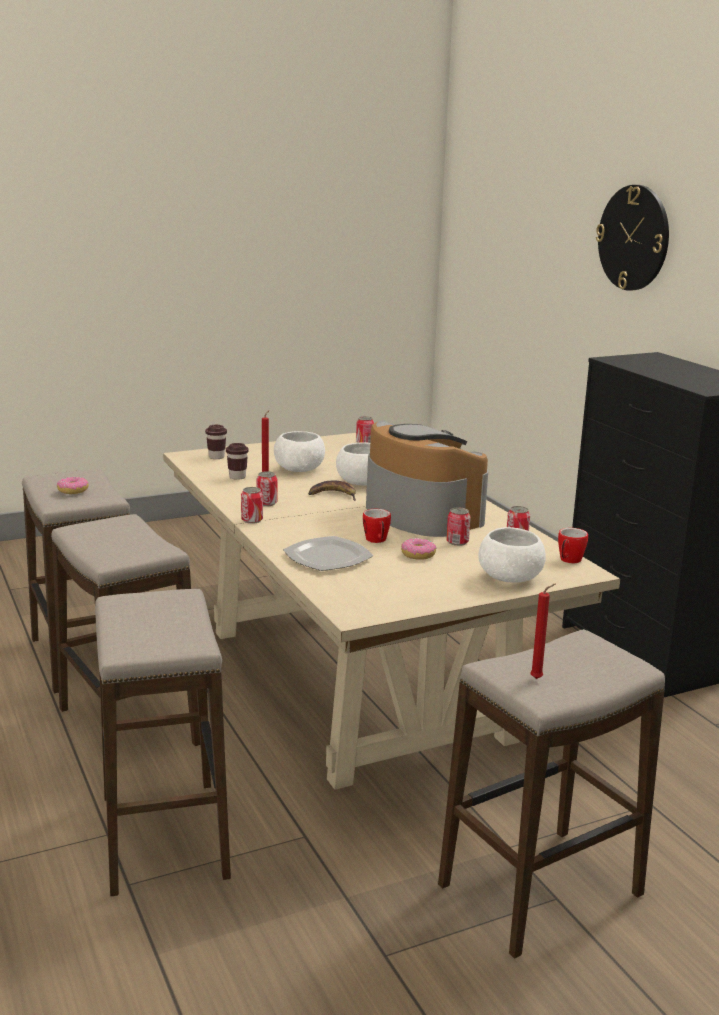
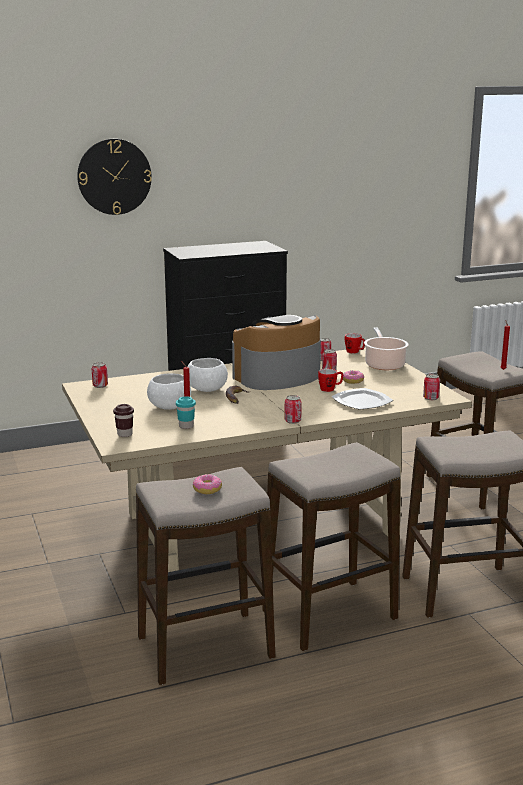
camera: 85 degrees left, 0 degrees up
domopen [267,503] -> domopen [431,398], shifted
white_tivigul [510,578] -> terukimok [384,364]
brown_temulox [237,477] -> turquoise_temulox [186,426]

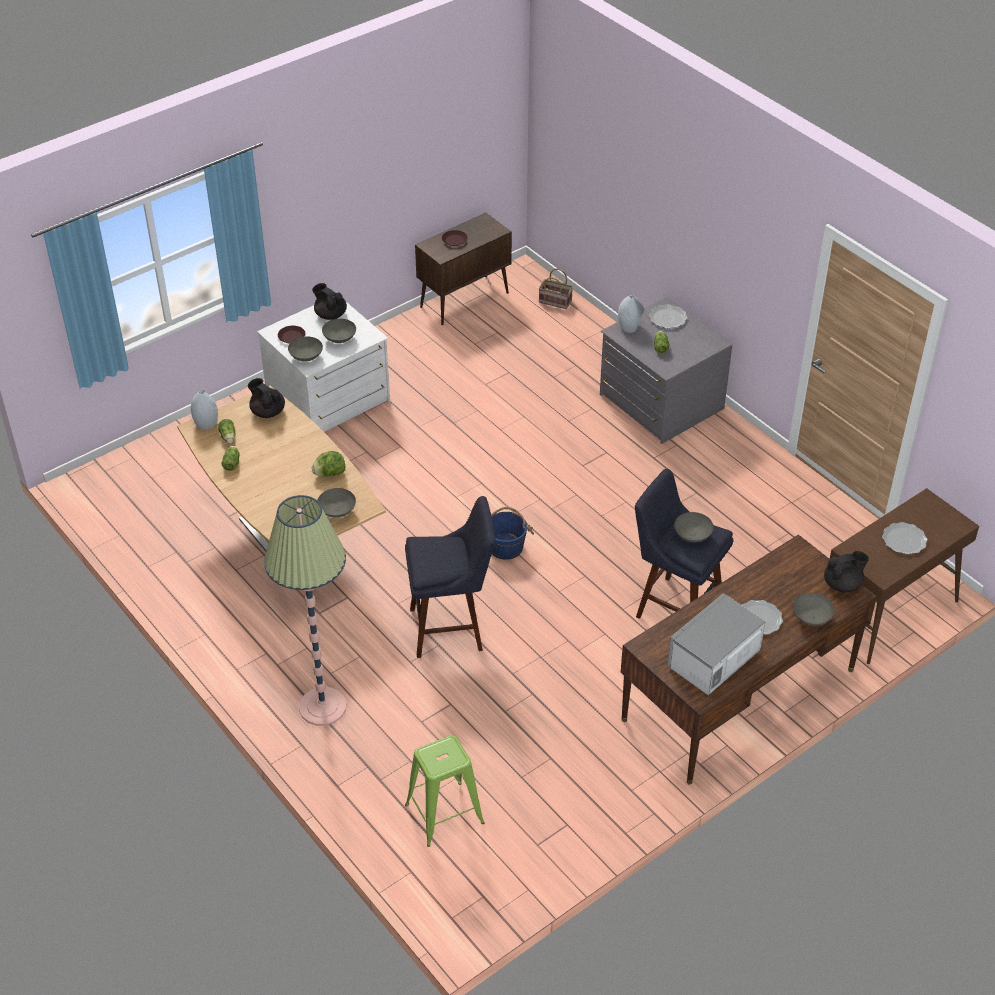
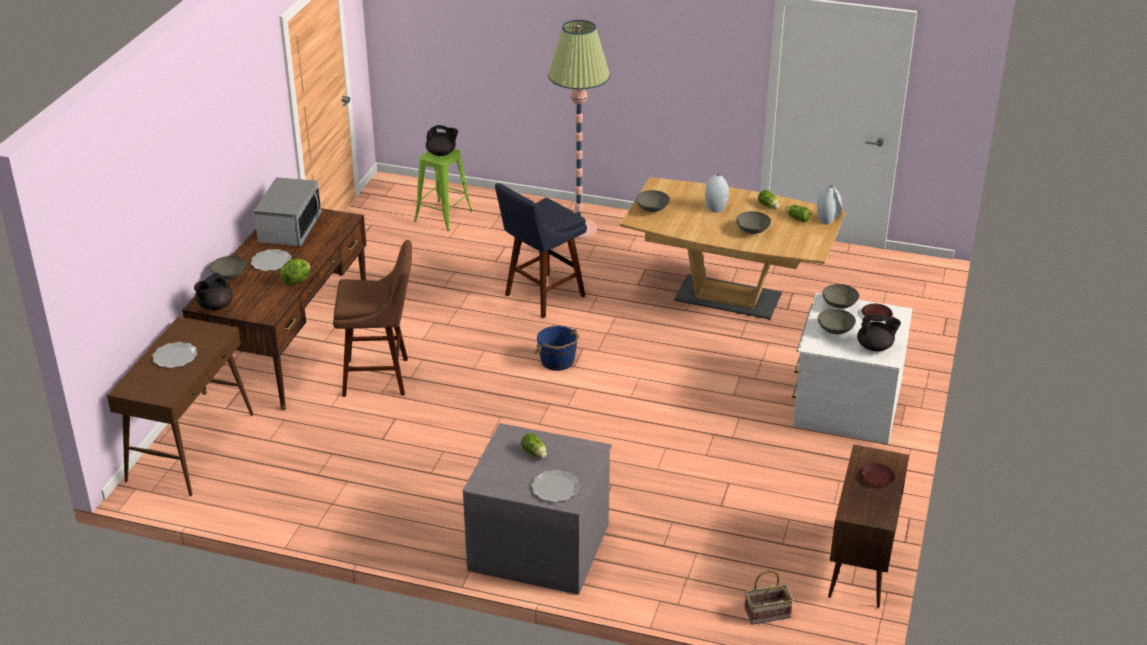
camera: 145 degrees right, 10 degrees down
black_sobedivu [267,411] -> black_sobedivu [441,153], shifted
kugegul [329,473] -> kugegul [297,281], shifted
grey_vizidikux [629,326] -> grey_vizidikux [715,208], shifted
grey_tivigul [693,536] -> grey_tivigul [752,231], shifted
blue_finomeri [674,607] -> brown_finomeri [381,377]

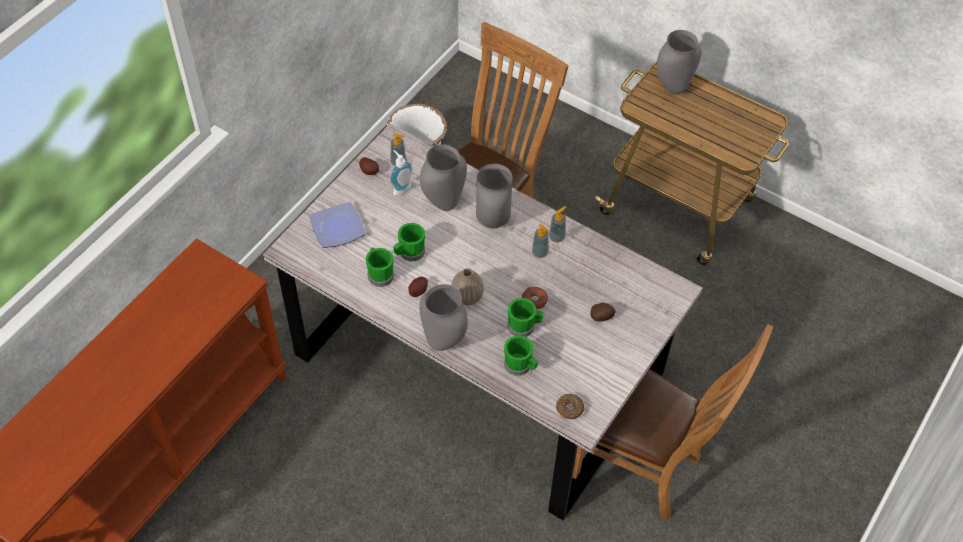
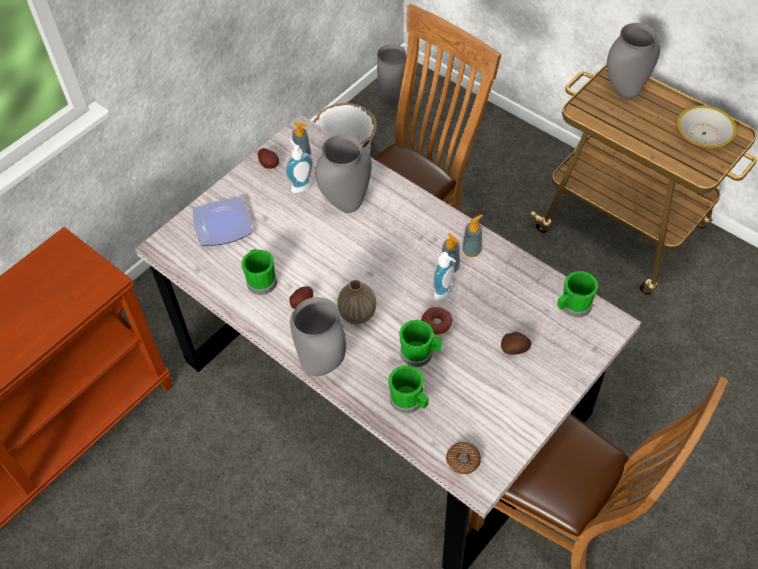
camera: 10 degrees right, 0 degrees up
none -> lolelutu [445,294]
none -> tivigul [703,134]
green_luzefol [409,253] -> green_luzefol [572,306], shifted
grey_vizidikux [494,222] -> grey_vizidikux [393,98], shifted

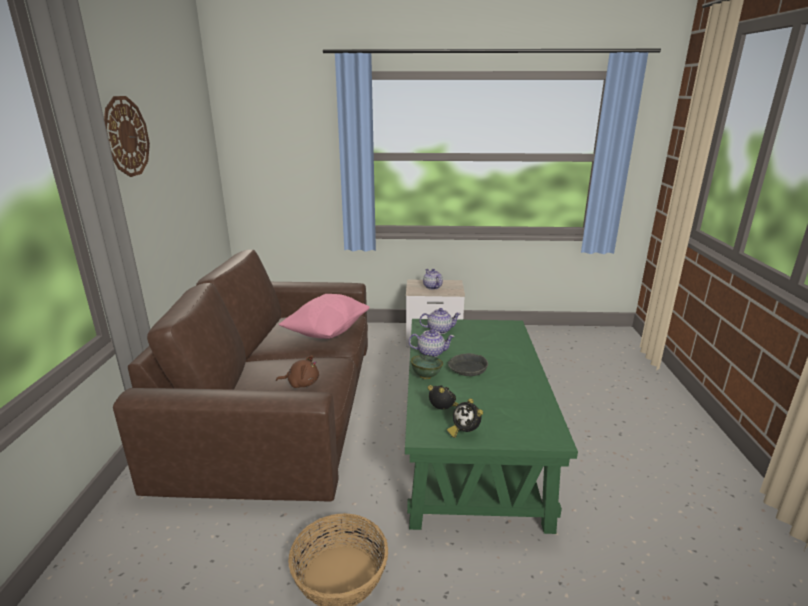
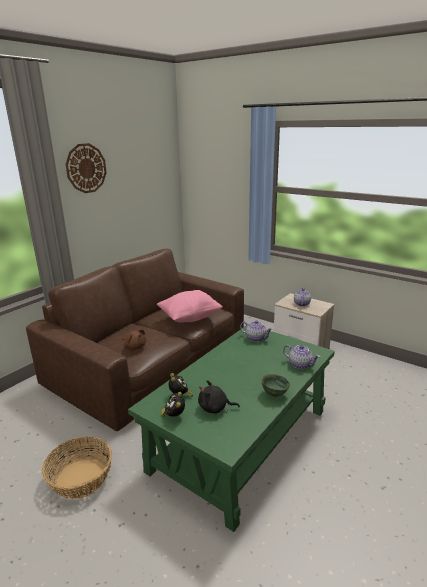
camera: 35 degrees right, 0 degrees up
grey_tivigul [467,369] -> none
none -> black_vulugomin [215,408]
sobedivu [431,353] -> sobedivu [300,365], shifted
green_tivigul [425,376] -> green_tivigul [274,394], shifted

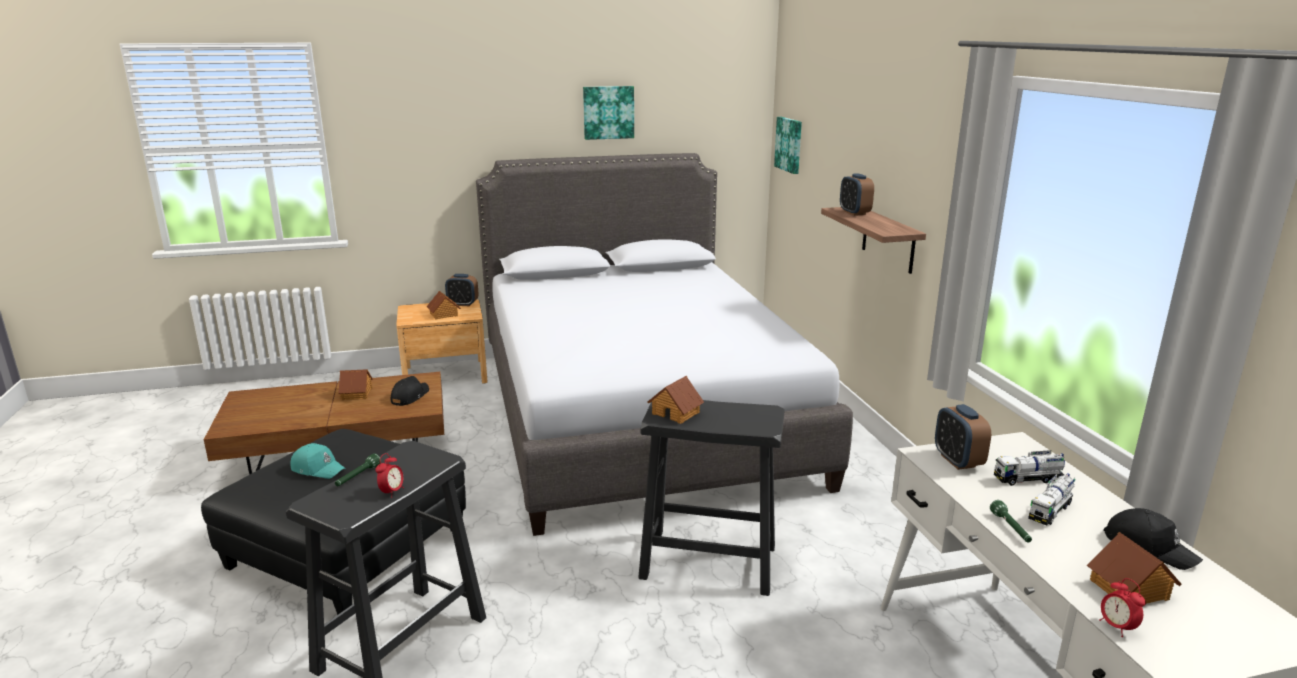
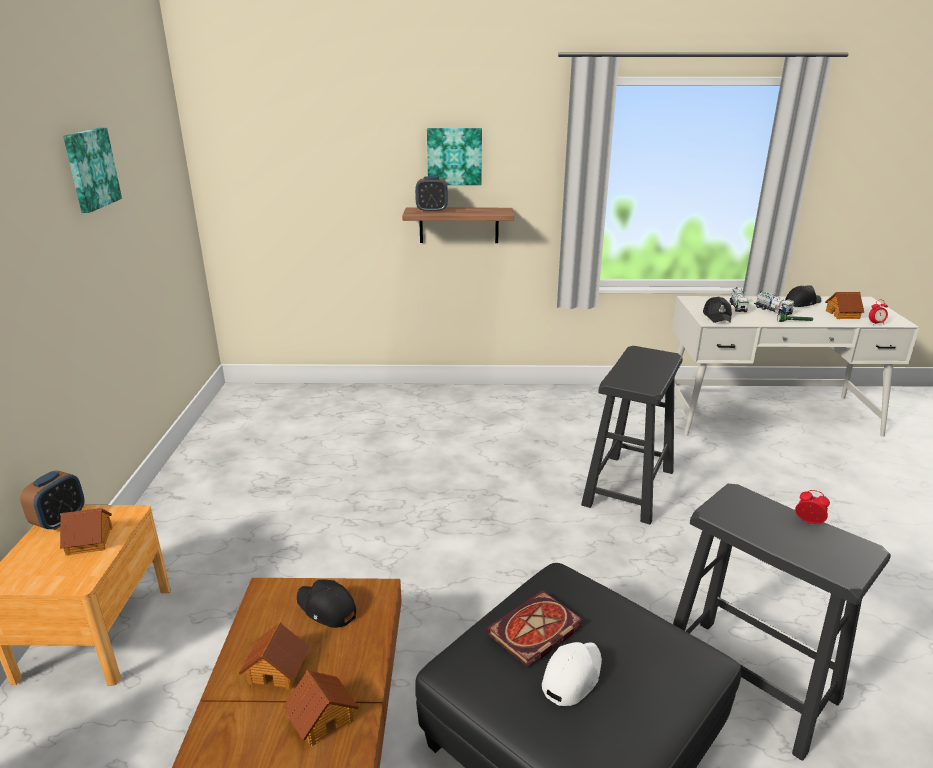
camera: 75 degrees left, 5 degrees up
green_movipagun [357,477] -> none
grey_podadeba [638,414] -> none
none -> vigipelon [534,632]
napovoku [676,412] -> napovoku [322,717], shifted
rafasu [790,144] -> rafasu [454,156], shifted
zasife [958,461] -> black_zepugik [717,316]
turquoise_zepugik [318,468] -> white_zepugik [571,676]

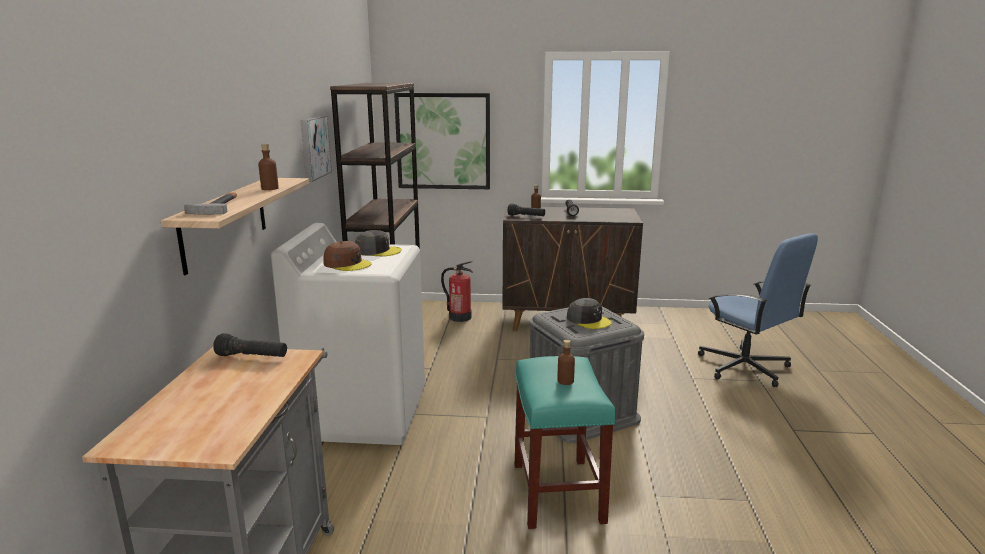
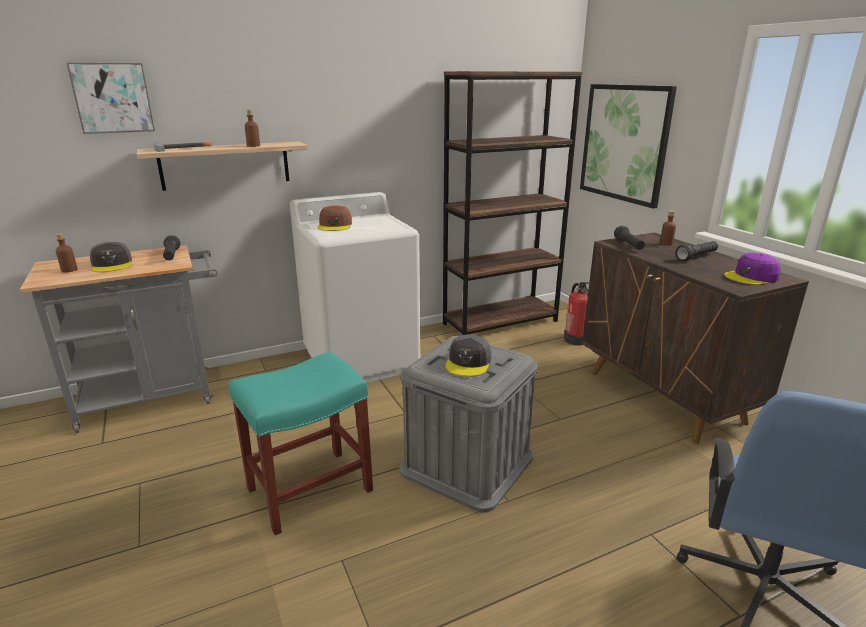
camera: 60 degrees right, 5 degrees up
none -> purple_zepugik [751,277]
rafasu [313,147] -> rafasu [112,98], shifted
grey_zepugik [377,251] -> grey_zepugik [112,264], shifted
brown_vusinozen [565,381] -> brown_vusinozen [69,270], shifted

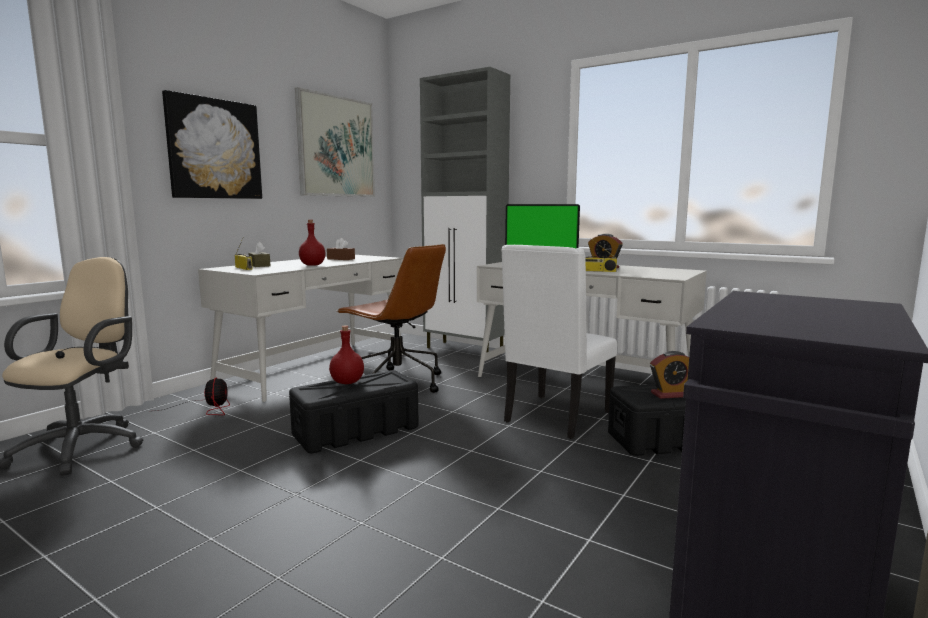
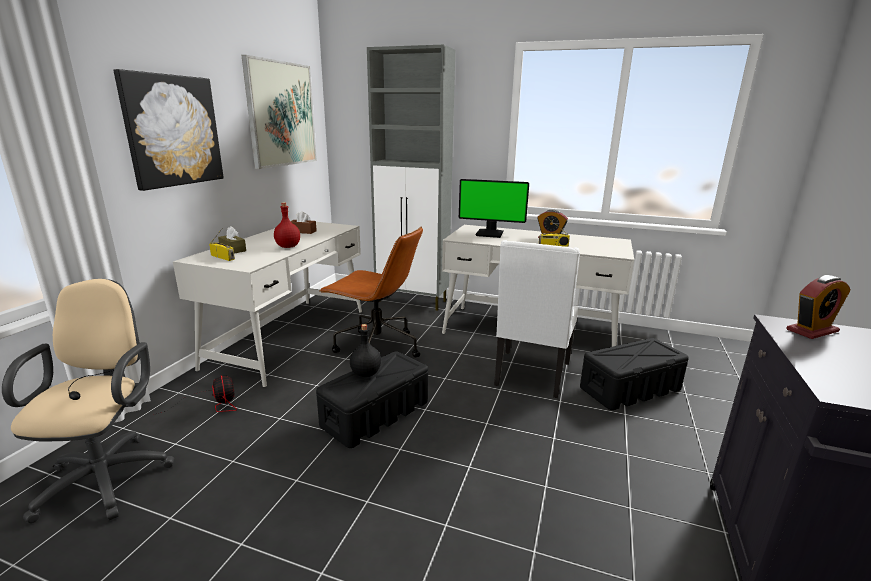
camera: 15 degrees left, 10 degrees up
zasife [671,394] -> zasife [812,330], shifted
red_vusinozen [346,382] -> black_vusinozen [365,374]

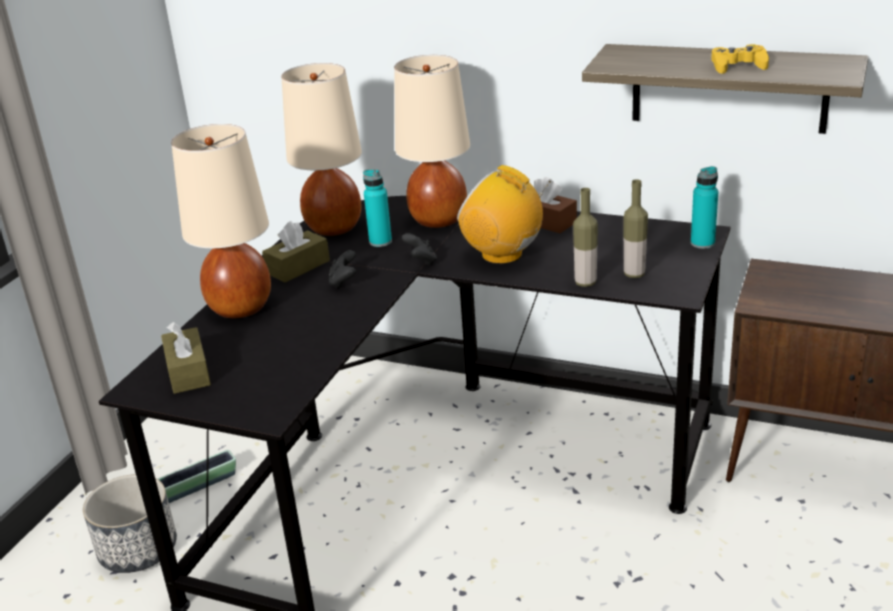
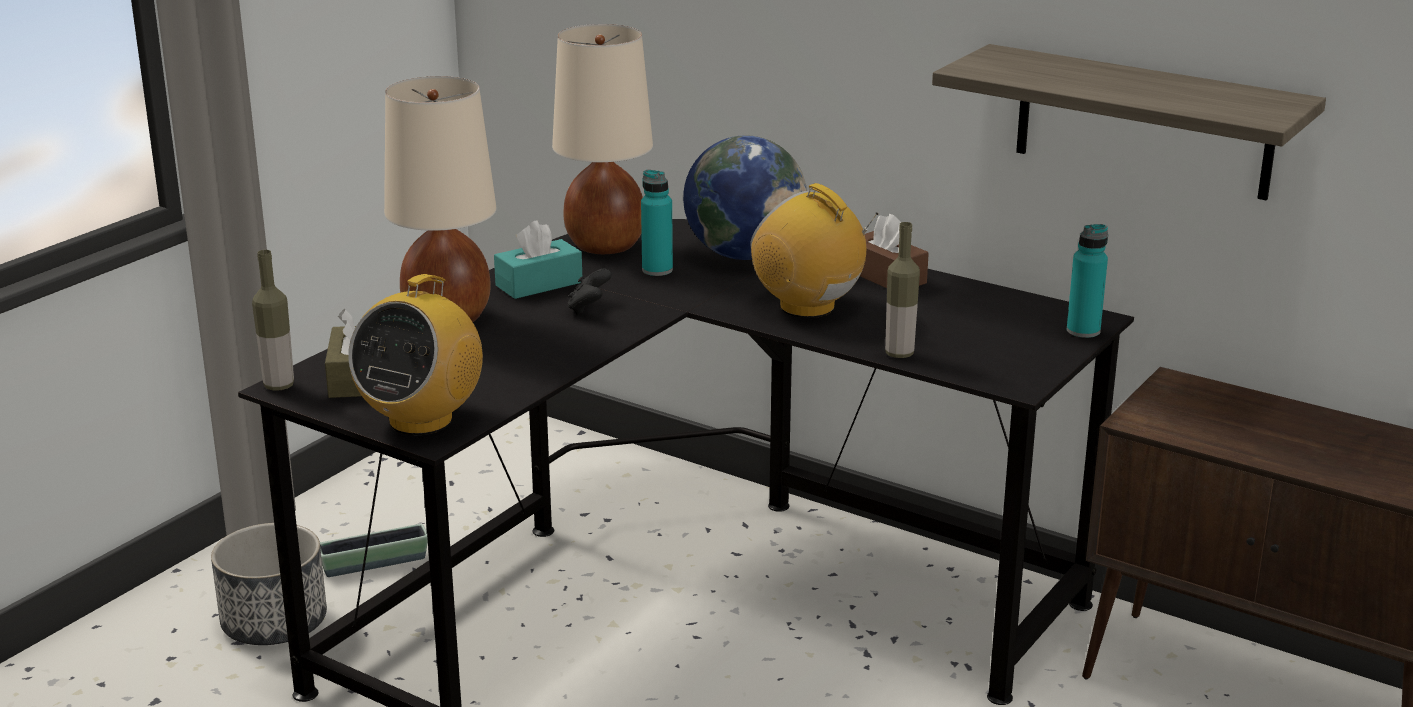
camera: 10 degrees right, 5 degrees down
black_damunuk [421,261] -> none
yellow_damunuk [738,66] -> none
none -> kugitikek [421,420]
vusinozen [634,274] -> vusinozen [279,386], shifted
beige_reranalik [438,220] -> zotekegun [744,255]
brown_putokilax [298,267] -> turquoise_putokilax [539,284]

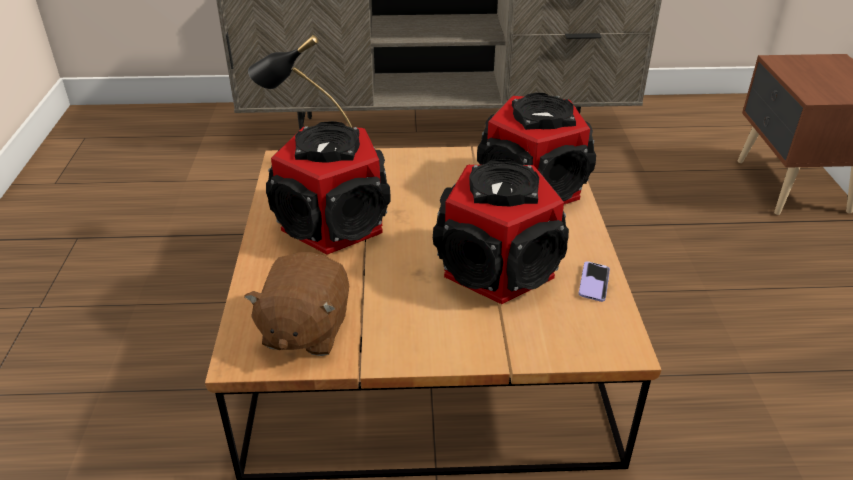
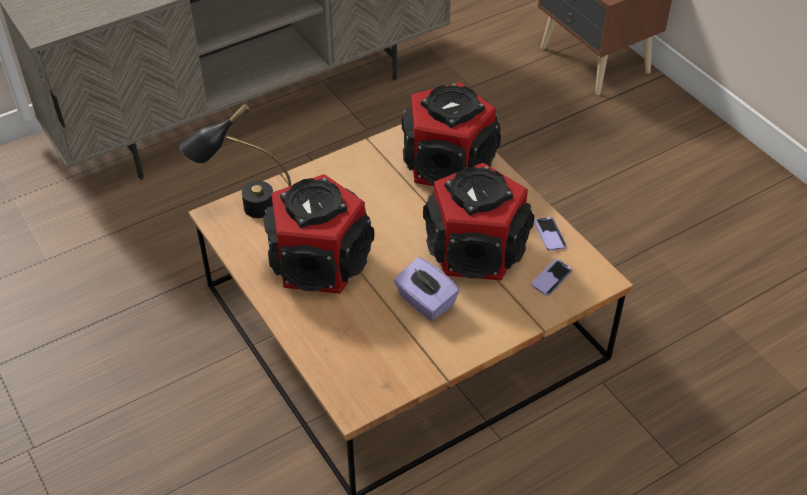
camera: 30 degrees left, 10 degrees up
brown_vulugomin [305,330] -> none
none -> purple_putokilax [425,302]
none -> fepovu [551,278]

